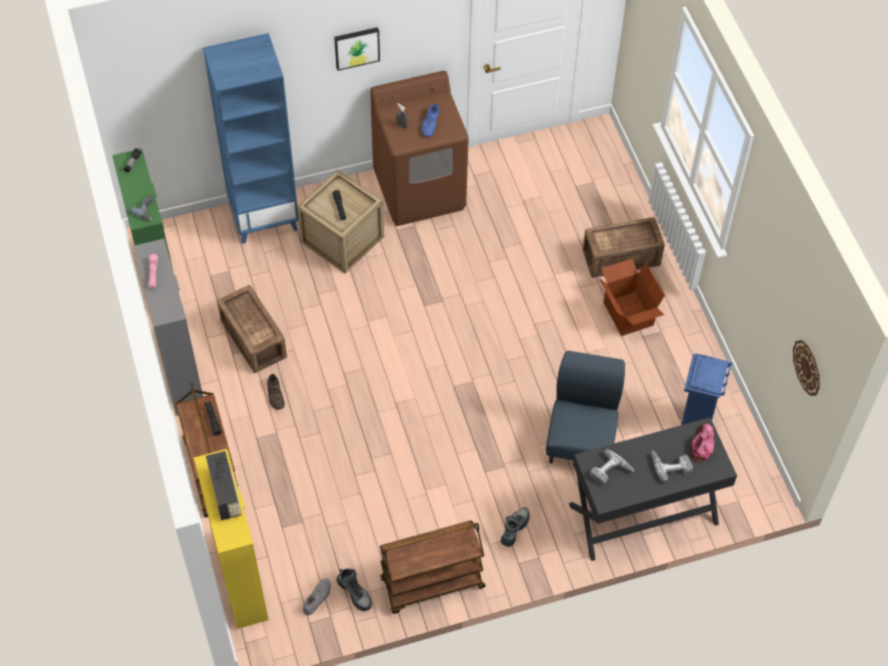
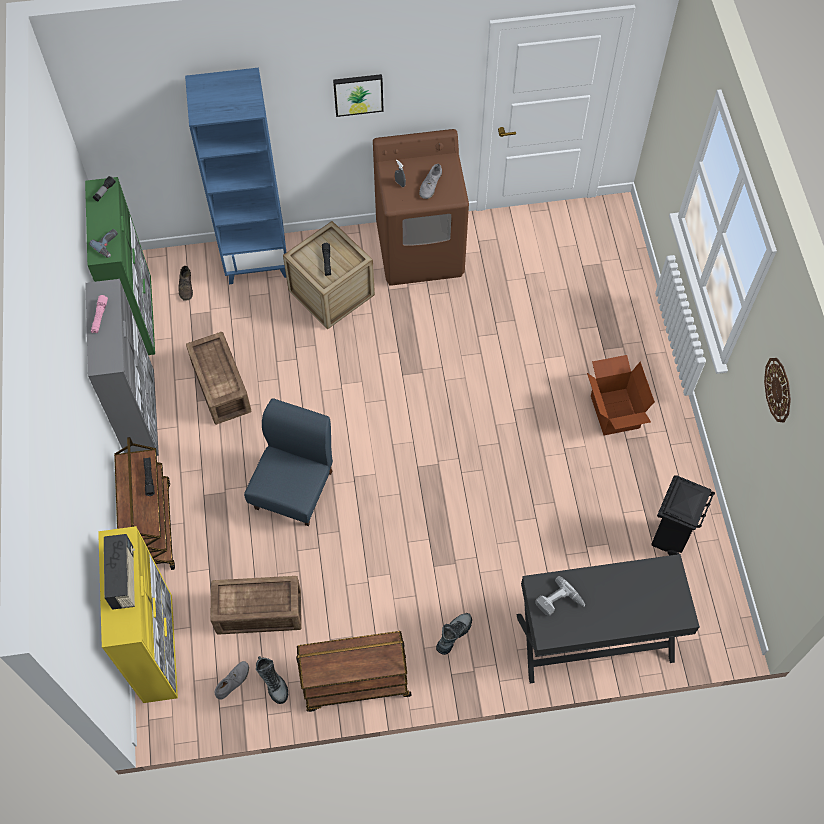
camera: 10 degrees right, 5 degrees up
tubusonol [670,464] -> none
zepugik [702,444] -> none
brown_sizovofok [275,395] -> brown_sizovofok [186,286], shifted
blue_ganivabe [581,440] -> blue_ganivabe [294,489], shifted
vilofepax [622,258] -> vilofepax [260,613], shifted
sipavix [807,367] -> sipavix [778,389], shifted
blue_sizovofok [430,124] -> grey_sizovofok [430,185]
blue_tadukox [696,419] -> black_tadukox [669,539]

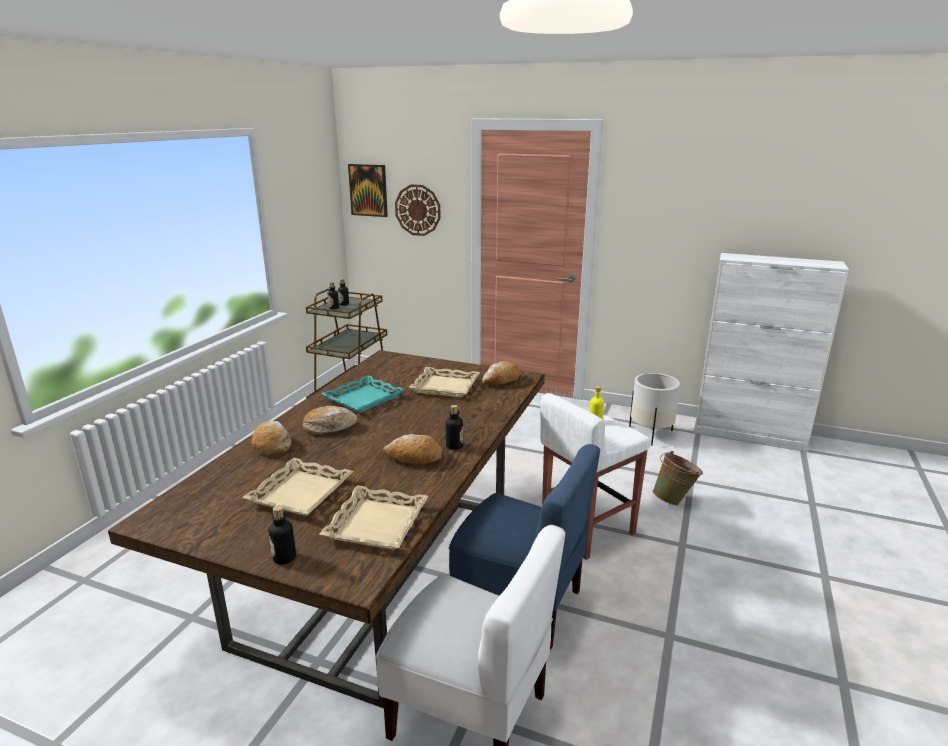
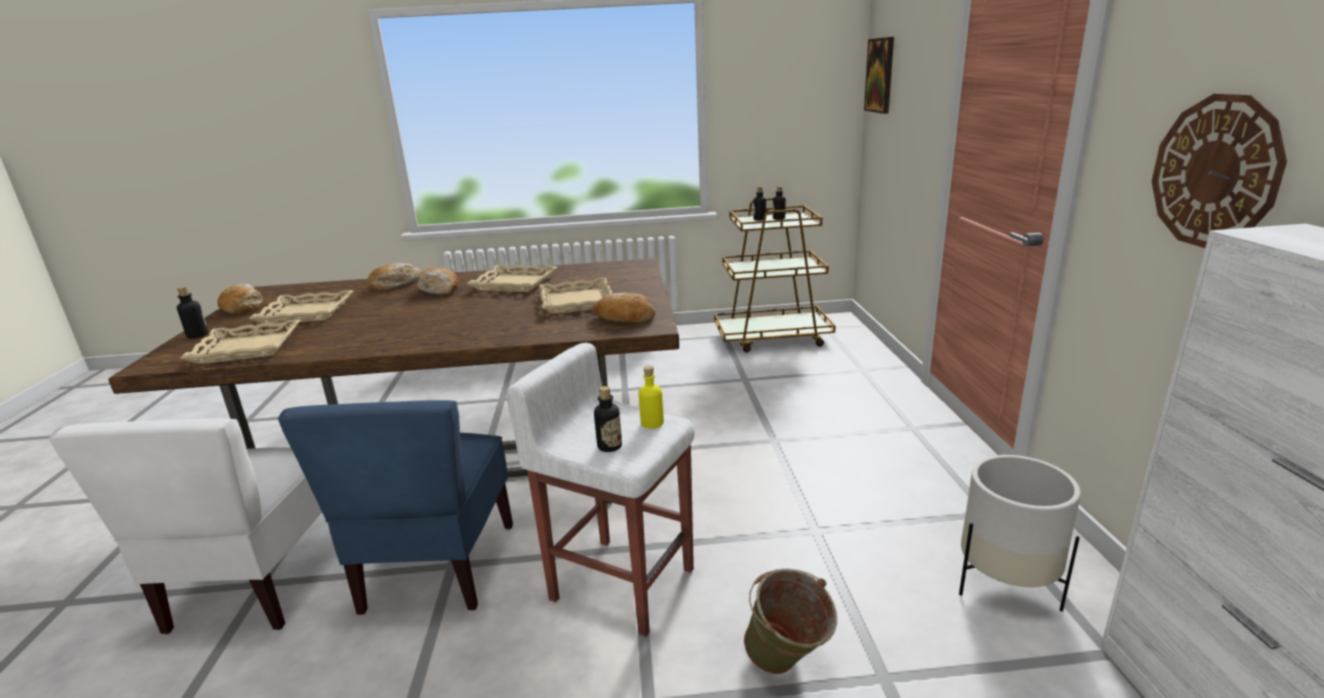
camera: 65 degrees right, 0 degrees up
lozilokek [414,458] -> lozilokek [243,307], shifted
sipavix [418,210] -> sipavix [1215,172], shifted
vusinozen [454,446] -> vusinozen [609,446], shifted
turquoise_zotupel [364,399] -> beige_zotupel [514,284]

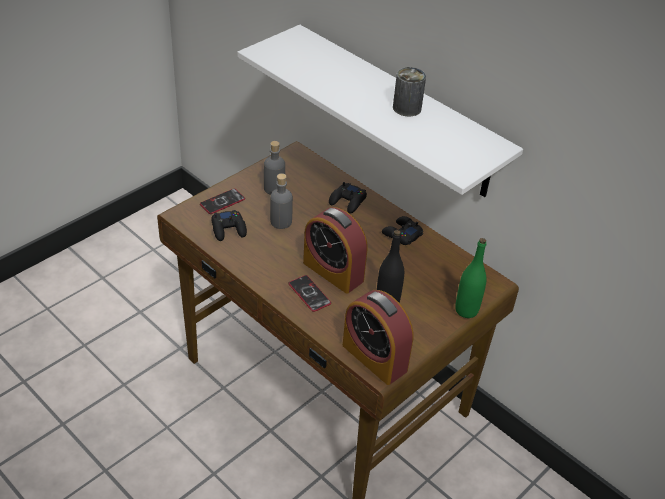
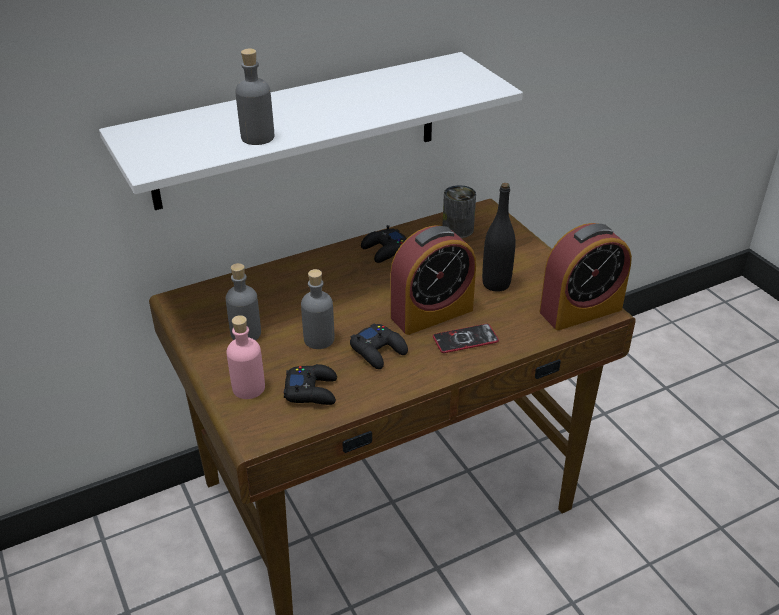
camera: 70 degrees left, 5 degrees down
green_vusinozen [466,310] -> none
none -> grey_vusinozen [257,137]
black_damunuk [348,201] -> black_damunuk [379,351], shifted
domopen [407,108] -> domopen [458,229], shifted
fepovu [222,202] -> pink_vusinozen [248,388]

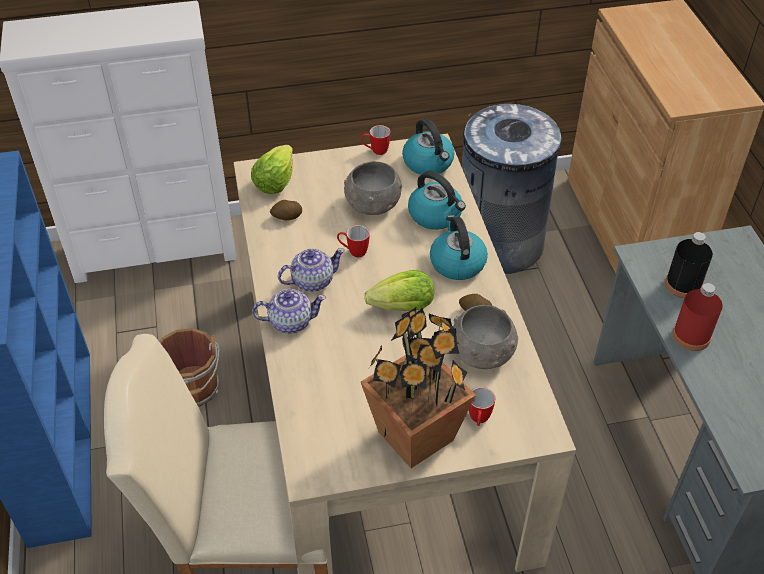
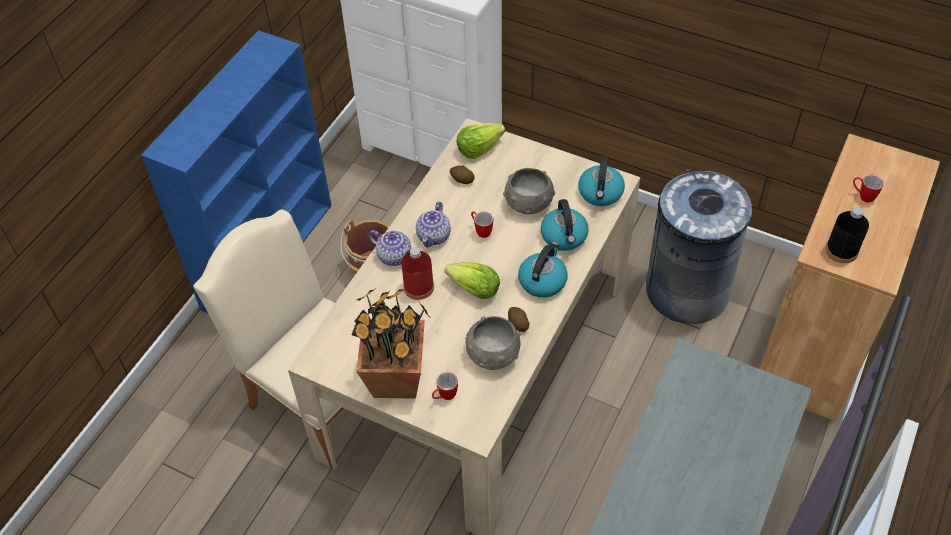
camera: 40 degrees right, 5 degrees up
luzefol [375,151] -> luzefol [862,196], shifted
black_vusinozen [683,285] -> black_vusinozen [841,250], shifted
red_vusinozen [691,336] -> red_vusinozen [418,287], shifted
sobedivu [312,281] -> sobedivu [434,236], 90 degrees clockwise

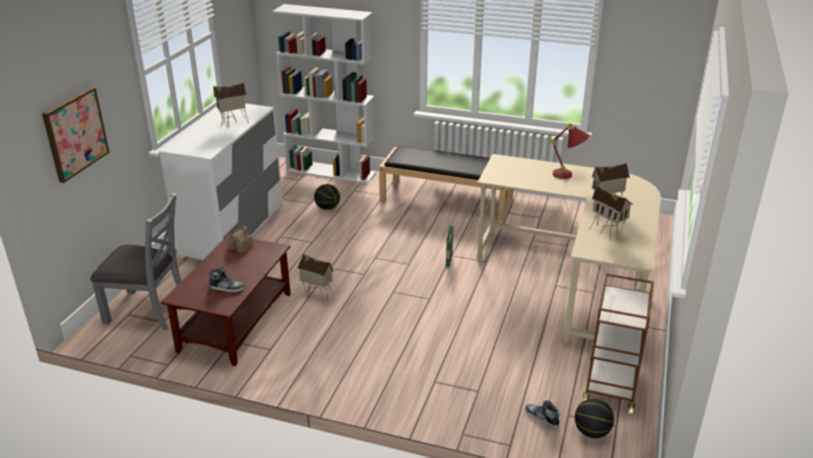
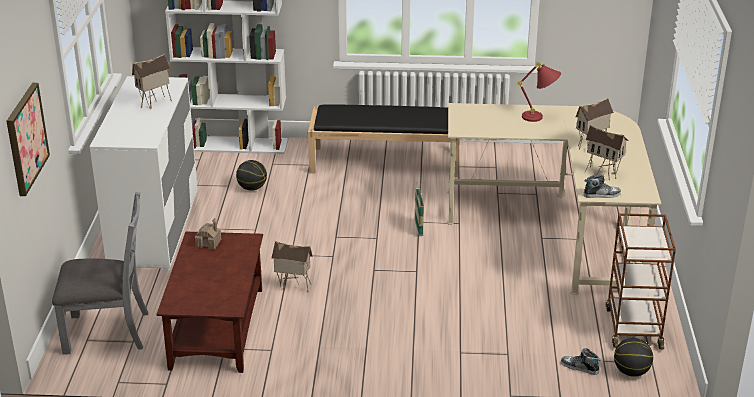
camera: 15 degrees left, 0 degrees up
sizovofok [227,287] -> sizovofok [601,195], shifted

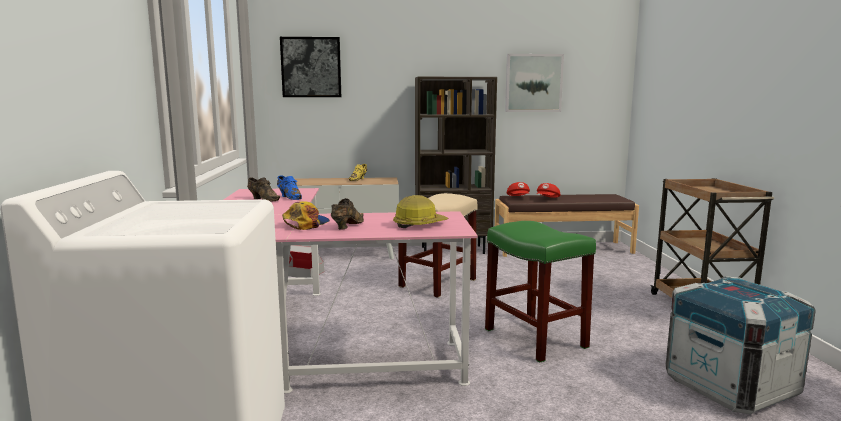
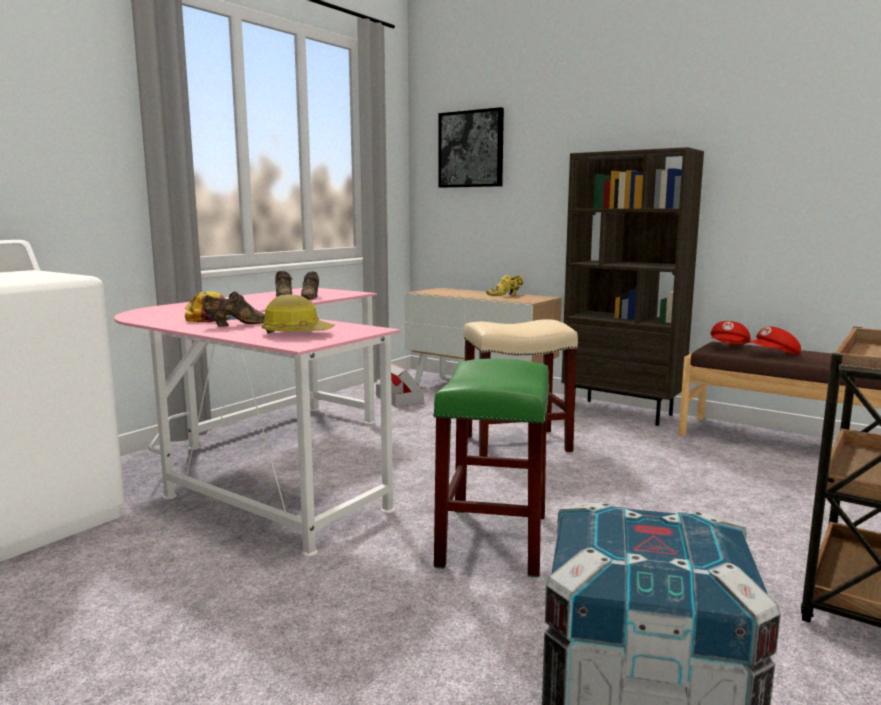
camera: 40 degrees right, 0 degrees up
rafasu [533,83] -> none
blue_sizovofok [289,197] -> brown_sizovofok [311,297]

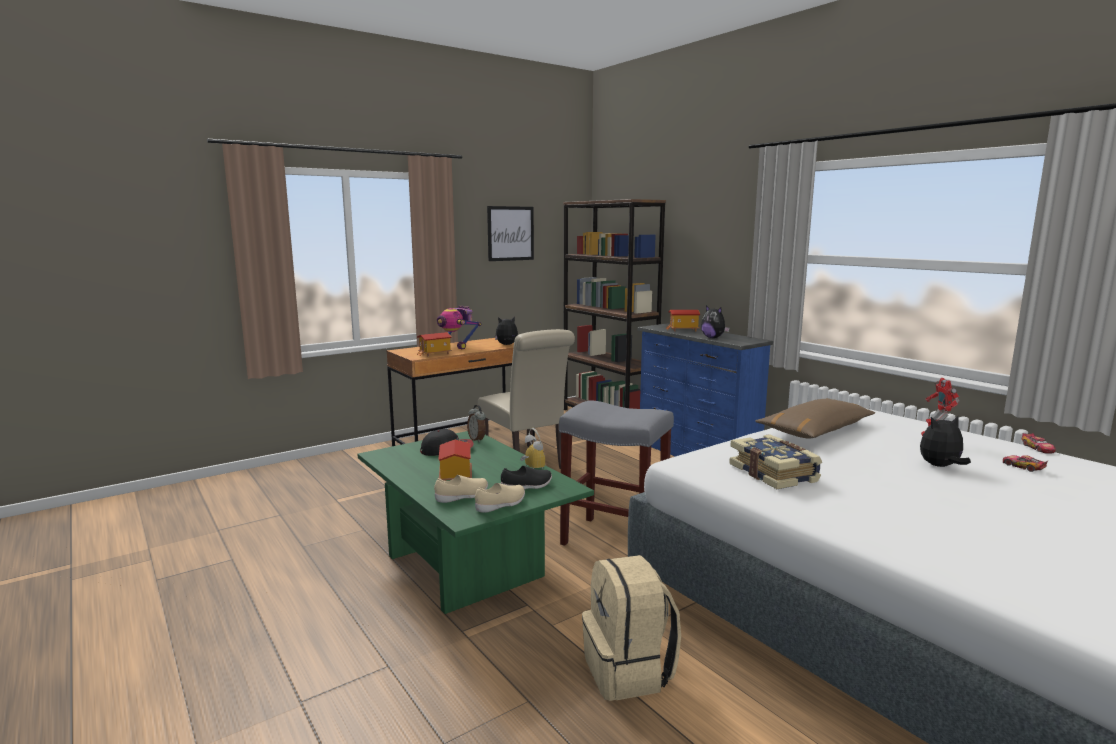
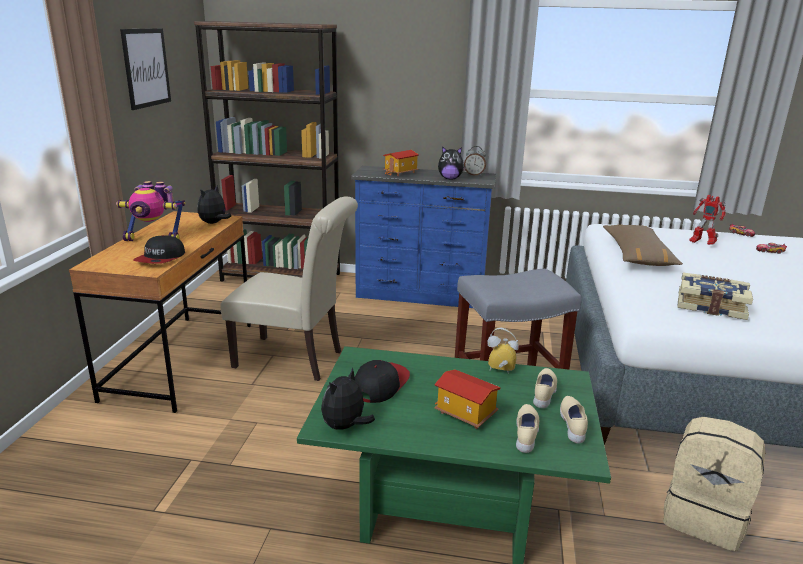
camera: 45 degrees left, 10 degrees up
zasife [477,439] -> zasife [474,175], shifted
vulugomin [940,466] -> vulugomin [345,427], shifted
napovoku [435,354] -> zepugik [161,258]
black_sizovofok [527,487] -> beige_sizovofok [544,394]

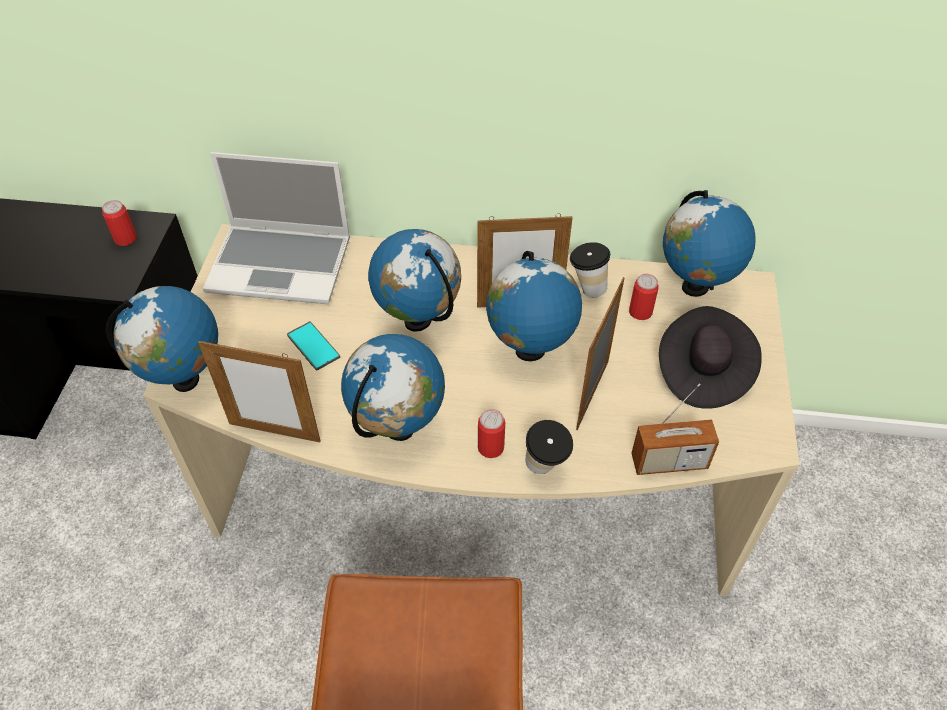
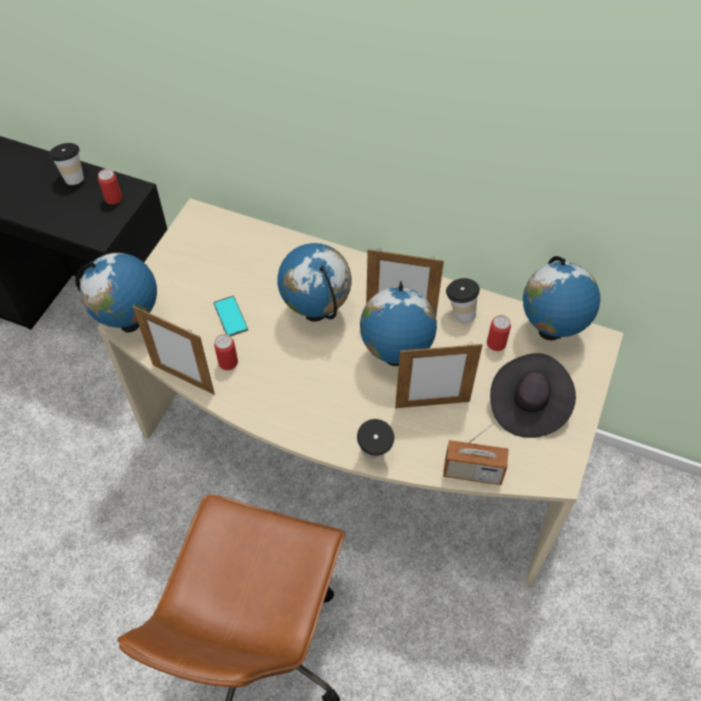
camera: 15 degrees right, 5 degrees up
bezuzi [282,265] -> none
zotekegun [398,429] -> none
none -> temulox [73,177]
domopen [490,447] -> domopen [228,362], shifted
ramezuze [592,394] -> ramezuze [432,404], 135 degrees counterclockwise

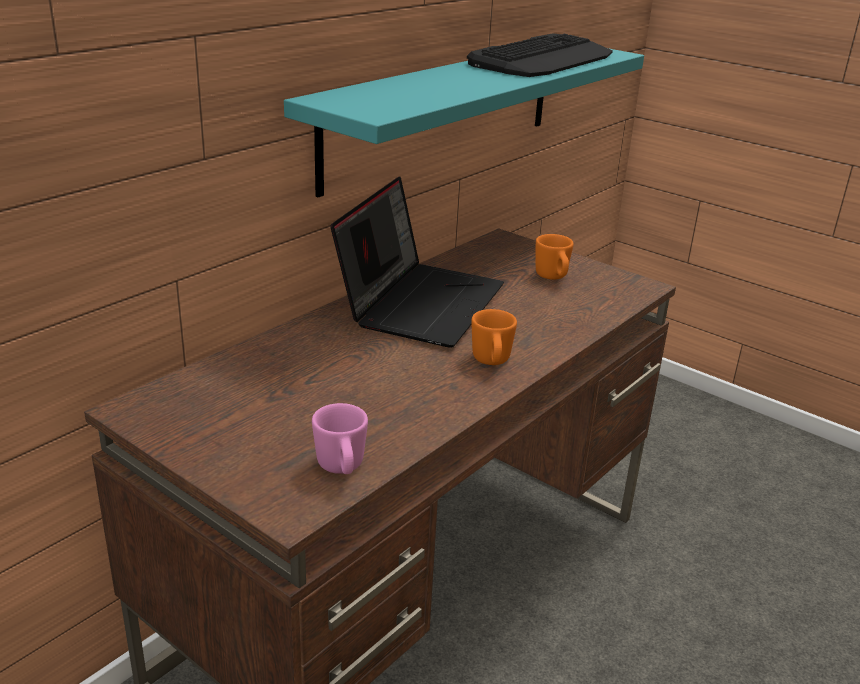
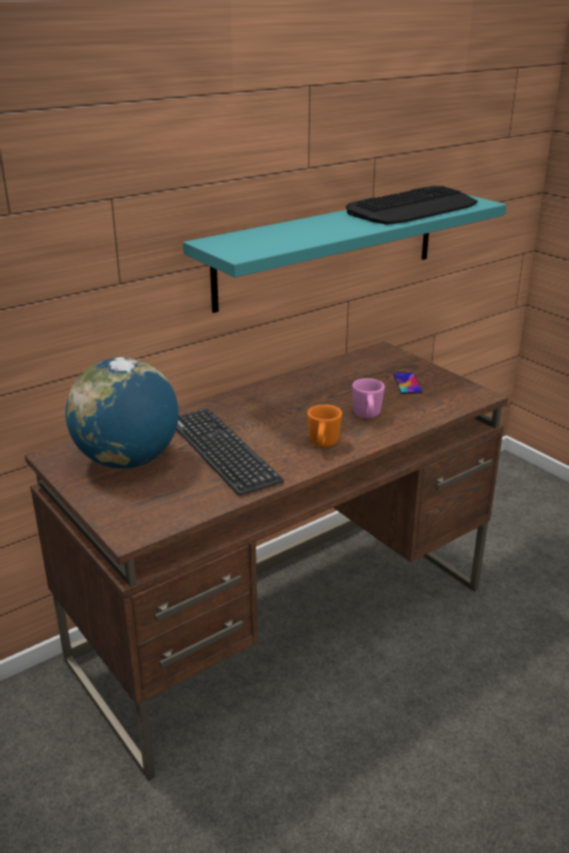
camera: 15 degrees right, 0 degrees up
bezuzi [420,302] -> none
none -> zotekegun [128,460]
none -> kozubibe [222,451]
pink_luzefol [341,469] -> pink_luzefol [367,416], shifted
orange_luzefol [553,277] -> fepovu [407,383]

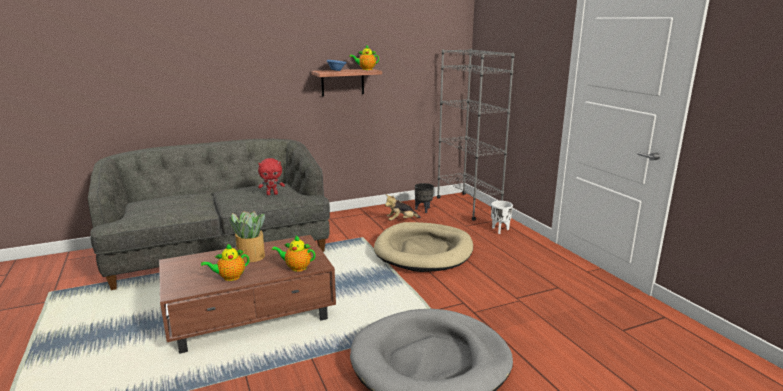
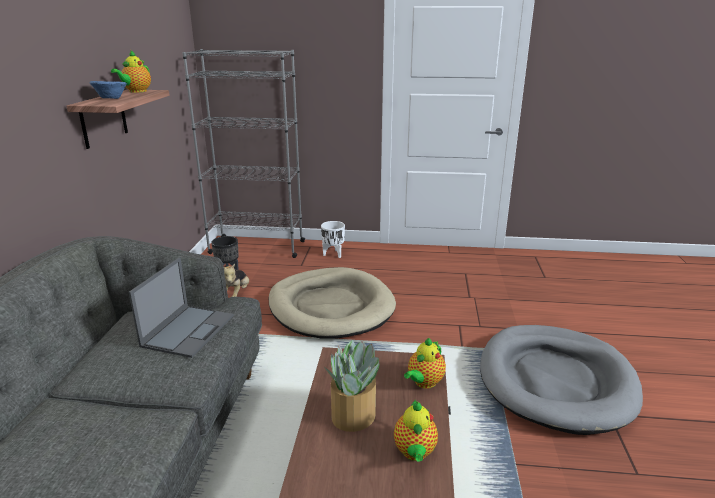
camera: 60 degrees left, 5 degrees up
red_vulugomin [272,194] -> bezuzi [189,330]

